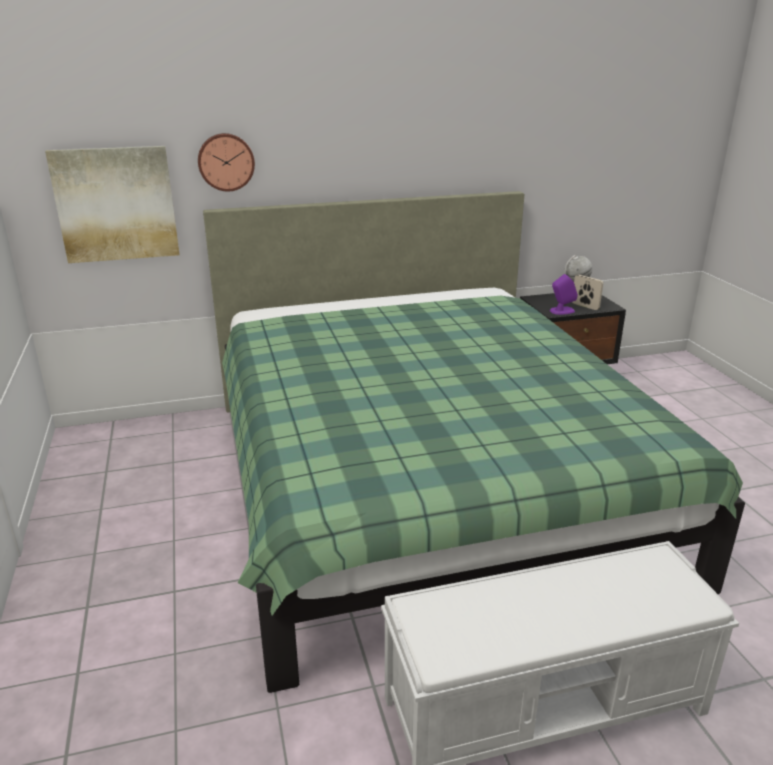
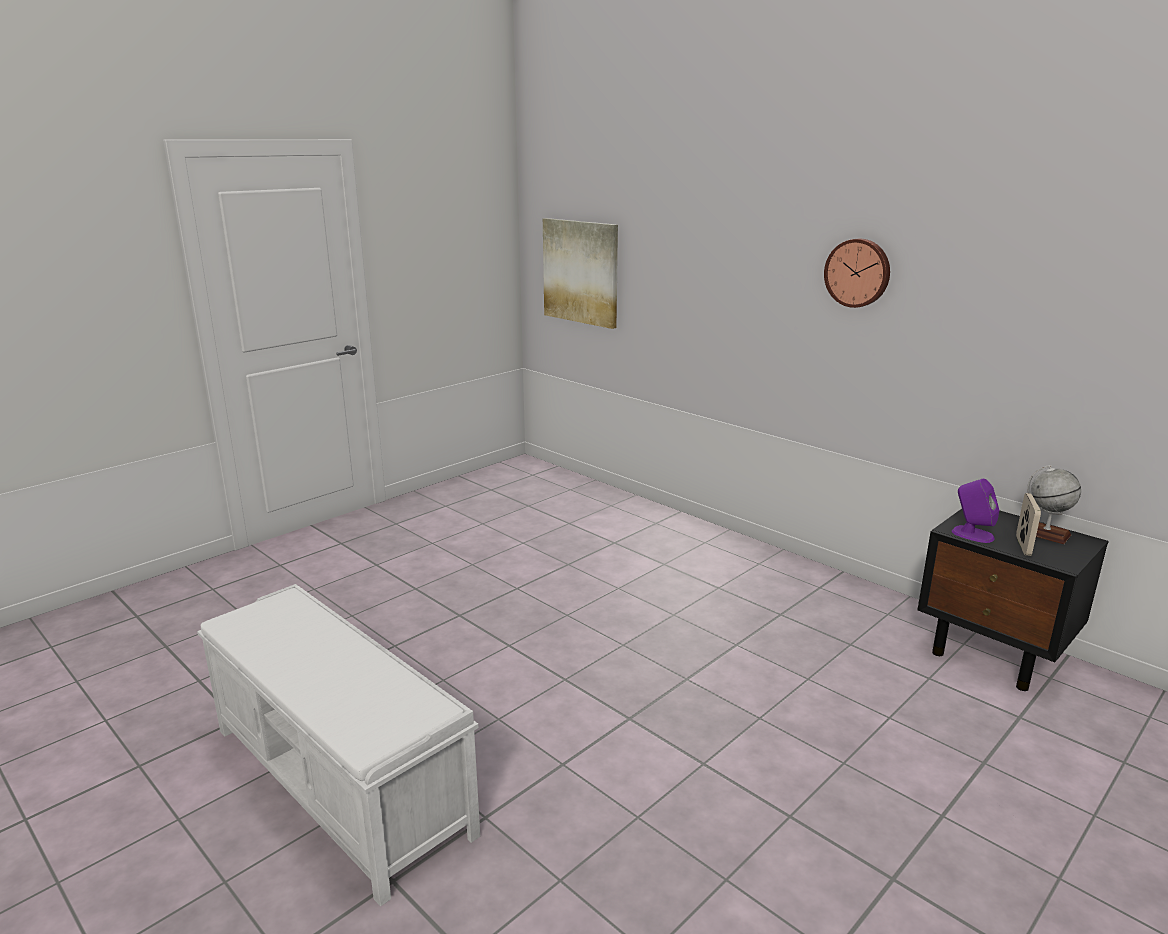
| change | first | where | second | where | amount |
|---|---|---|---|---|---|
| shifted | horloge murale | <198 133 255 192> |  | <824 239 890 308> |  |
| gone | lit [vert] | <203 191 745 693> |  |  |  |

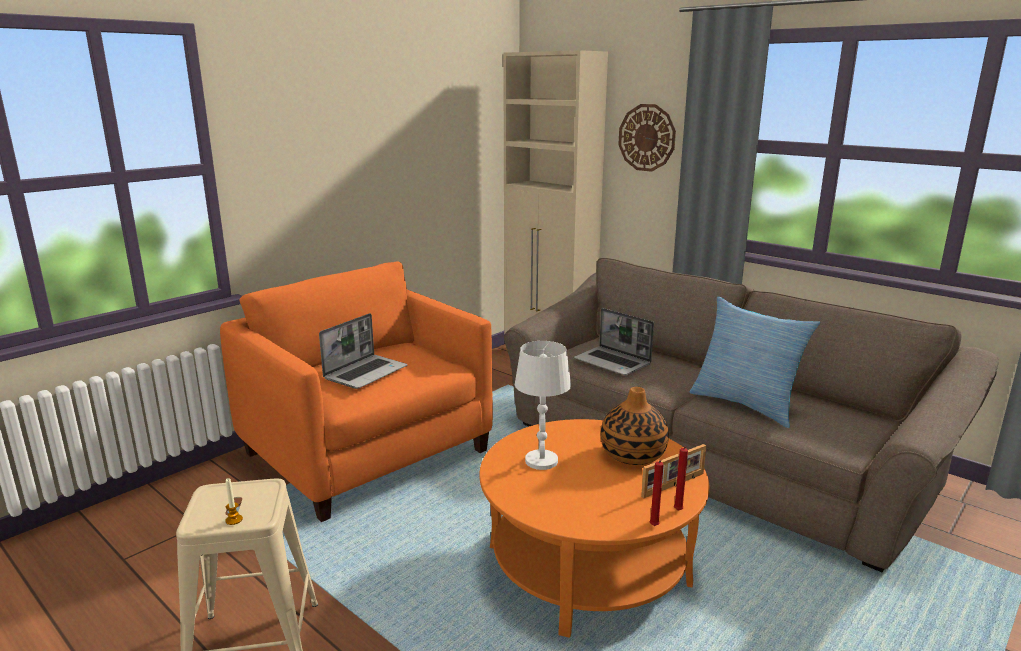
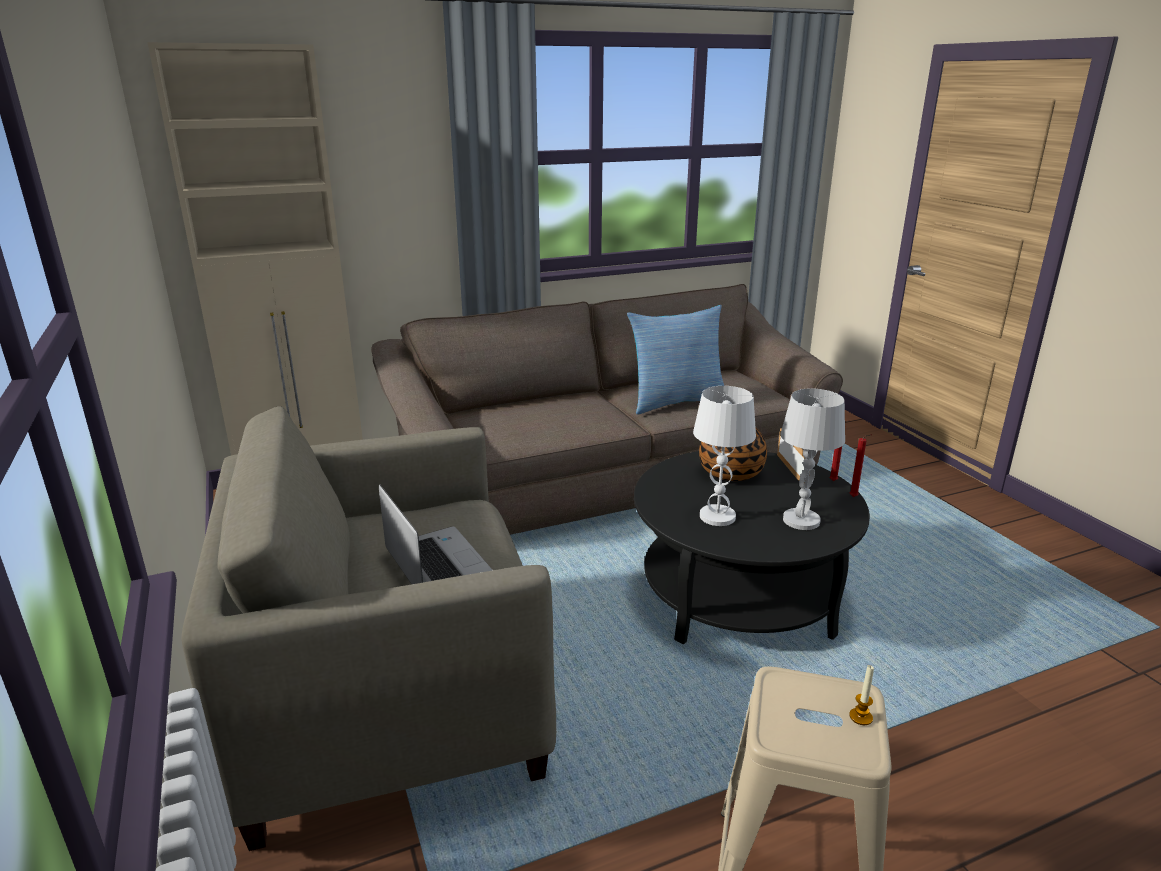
| change | first | where | second | where | amount |
|---|---|---|---|---|---|
| repainted | fauteuil [orange] | <220 262 493 522> | fauteuil [beige] | <181 406 556 851> |  |
| repainted | table basse [orange] | <479 419 709 638> | table basse [noir] | <634 451 870 644> |  |
| new |  |  | lampe de table [blanc] | <781 388 845 530> |  |
| gone | ordinateur portable | <574 308 654 375> |  |  |  |
| gone | horloge murale | <618 104 676 172> |  |  |  |

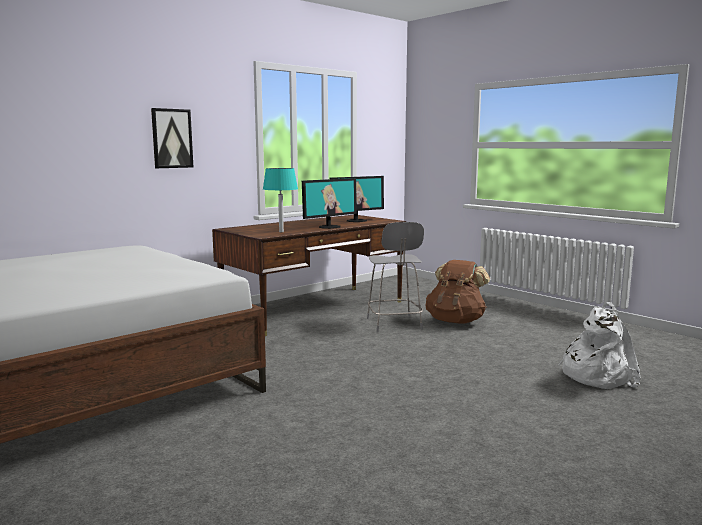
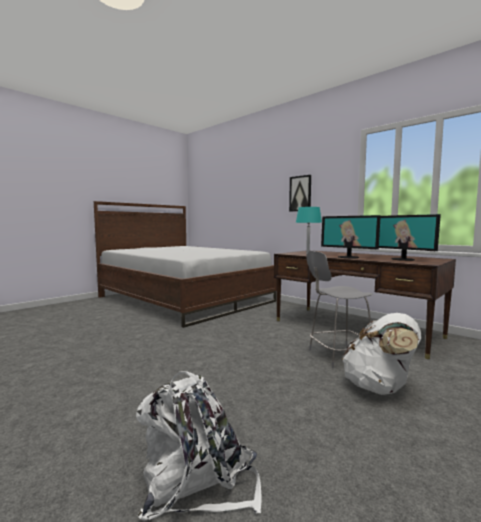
| change | first | where | second | where | amount |
|---|---|---|---|---|---|
| repainted | sac à dos [marron] | <426 260 490 324> | sac à dos [blanc] | <342 313 422 395> |  |

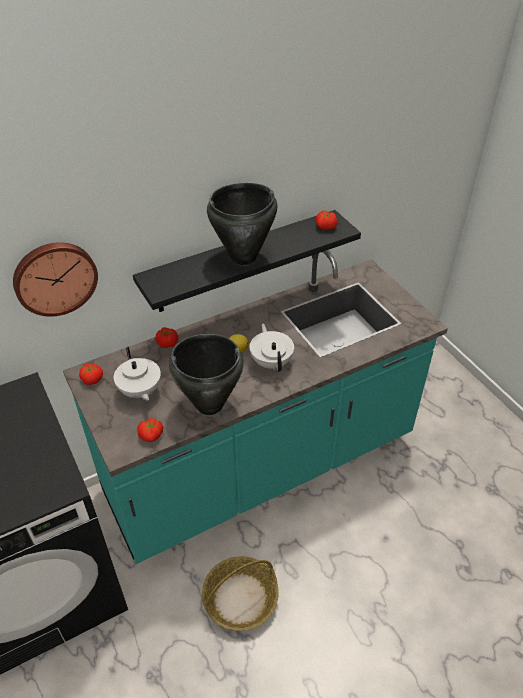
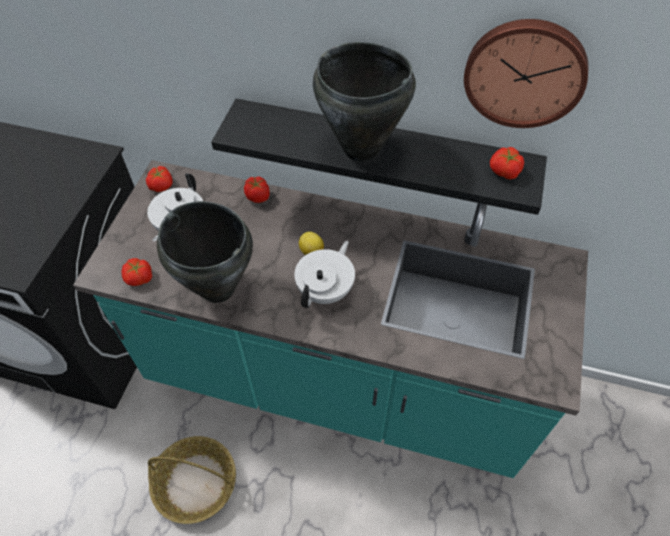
| change | first | where | second | where | amount |
|---|---|---|---|---|---|
| shifted | horloge murale | <13 242 98 317> |  | <464 19 588 128> |  |

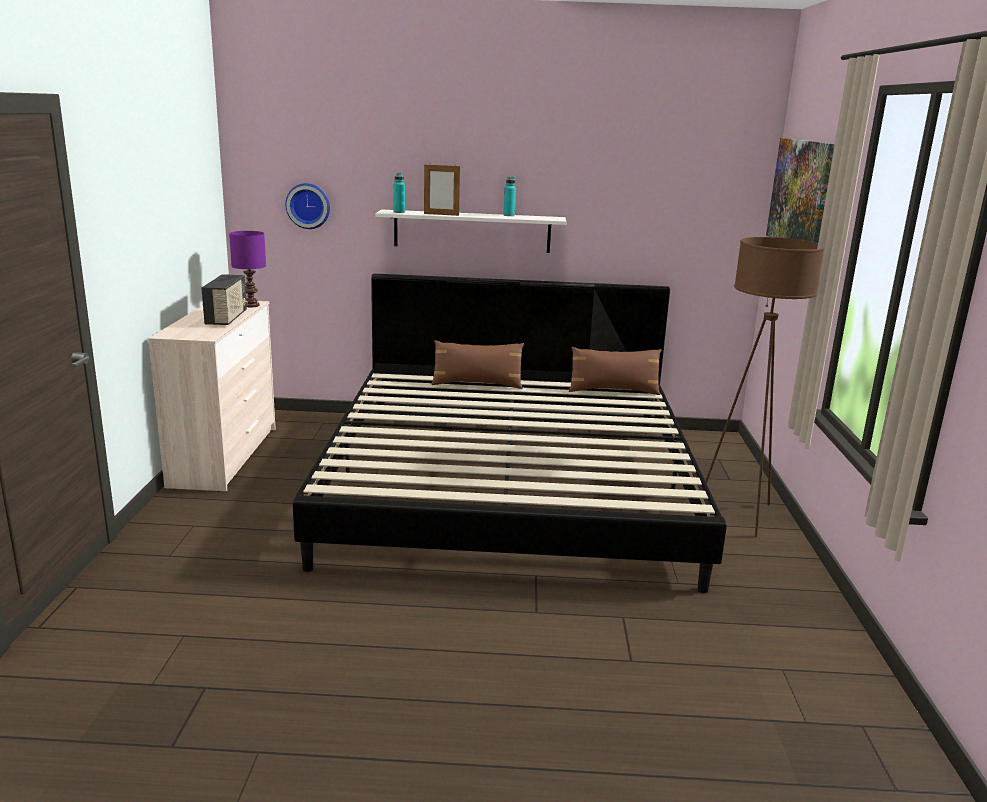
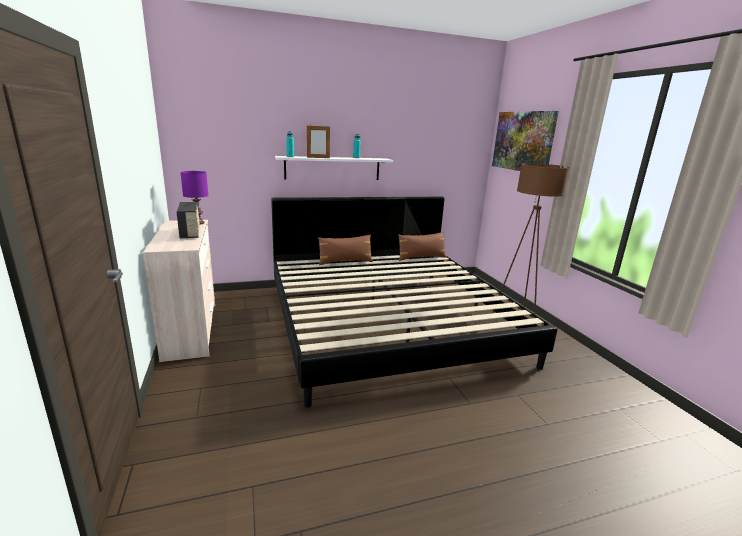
| change | first | where | second | where | amount |
|---|---|---|---|---|---|
| gone | horloge murale | <285 183 330 229> |  |  |  |

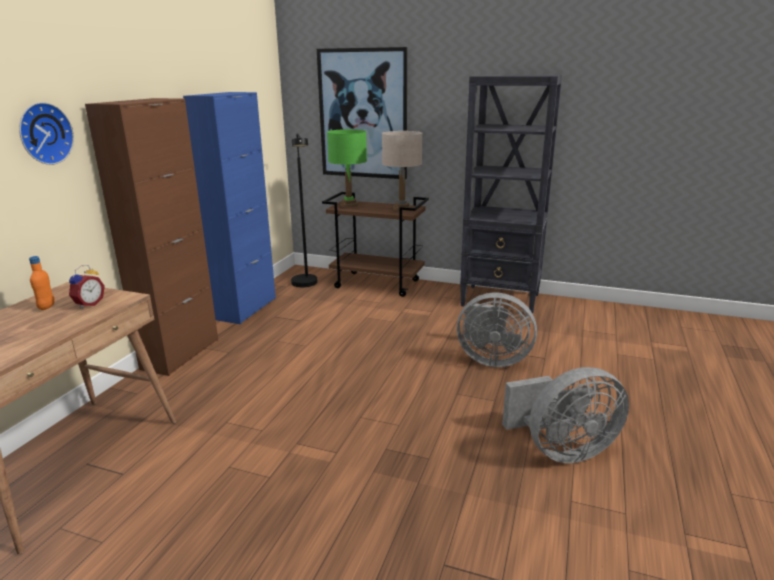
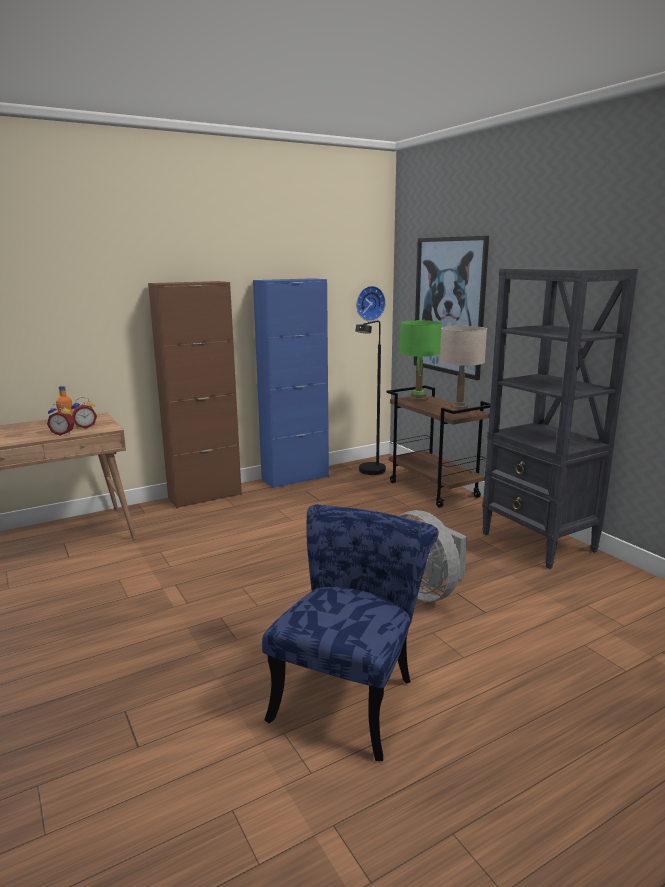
| change | first | where | second | where | amount |
|---|---|---|---|---|---|
| new |  |  | réveil | <47 403 75 436> |  |
| swapped | ventilateur [gris] | <502 367 629 463> | chaise [bleu] | <262 505 439 761> |  |
| shifted | horloge murale | <19 102 74 165> |  | <356 286 386 321> |  |

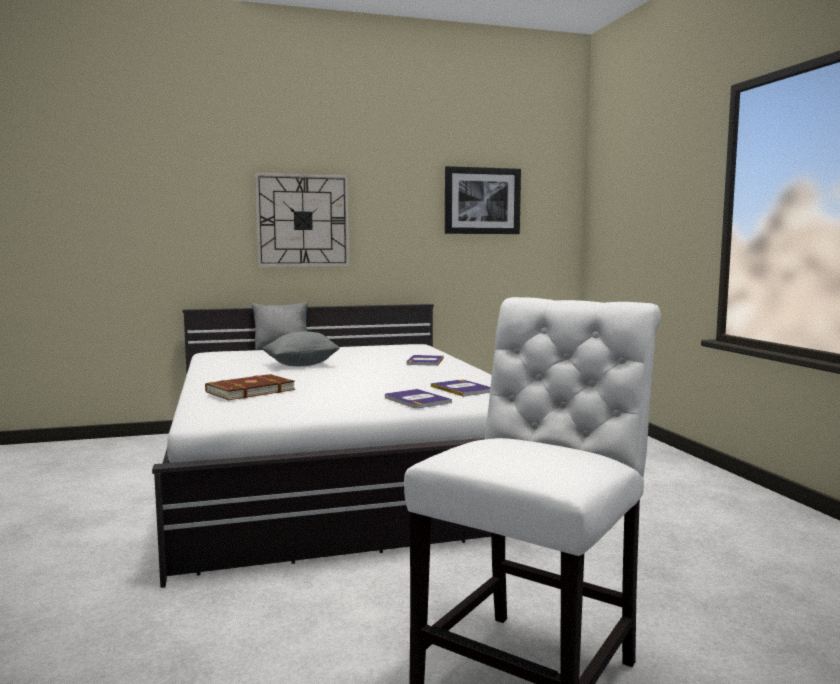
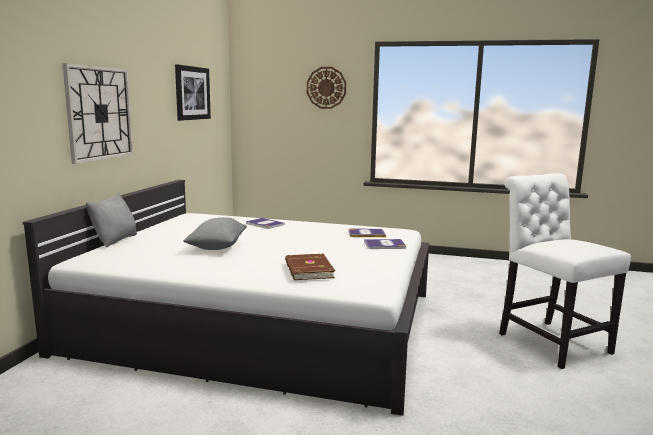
| change | first | where | second | where | amount |
|---|---|---|---|---|---|
| new |  |  | horloge murale | <307 67 346 109> |  |

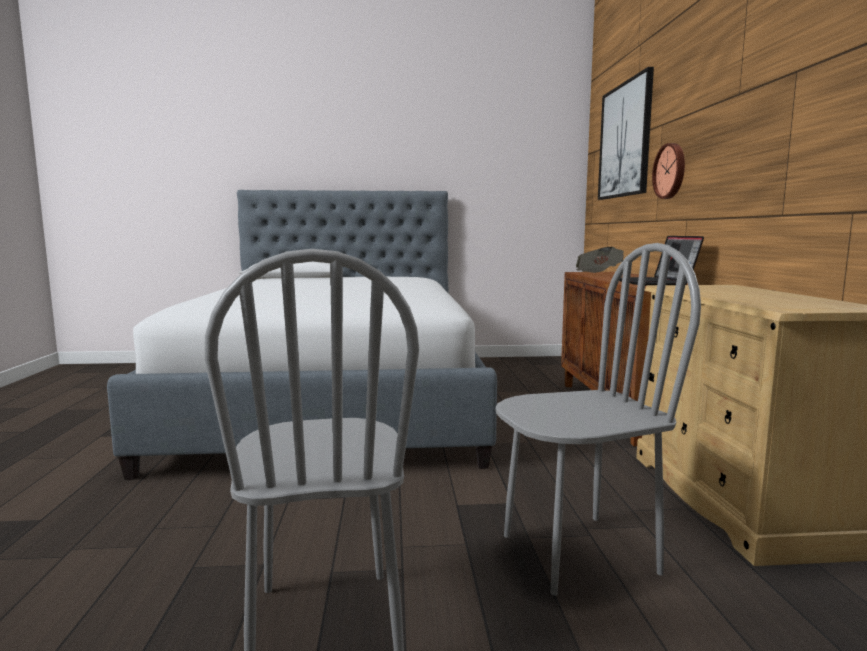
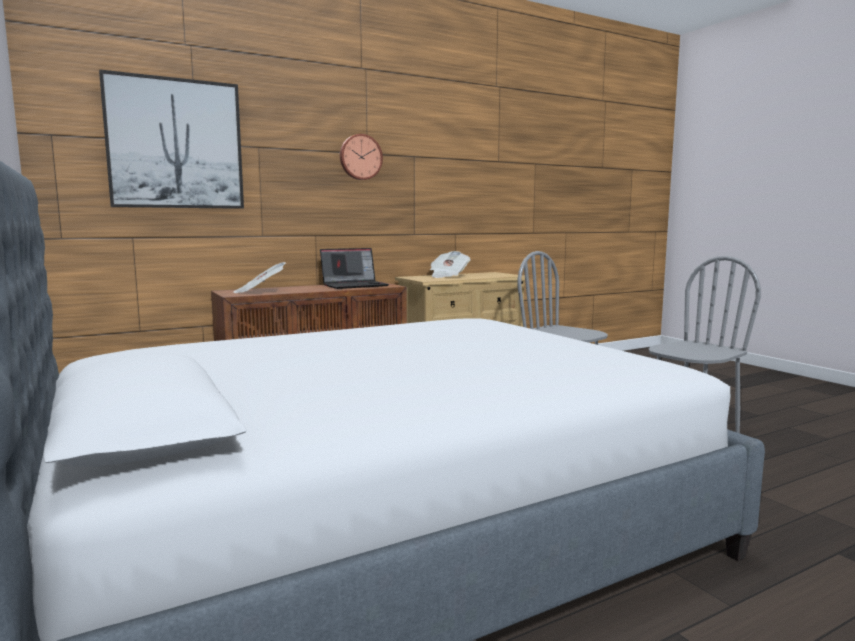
| change | first | where | second | where | amount |
|---|---|---|---|---|---|
| shifted | horloge murale | <652 143 685 199> |  | <340 134 383 180> |  |
| new |  |  | journal | <430 251 470 278> |  |

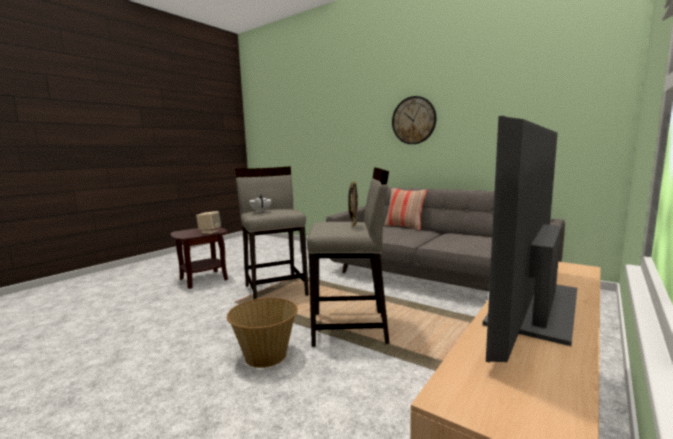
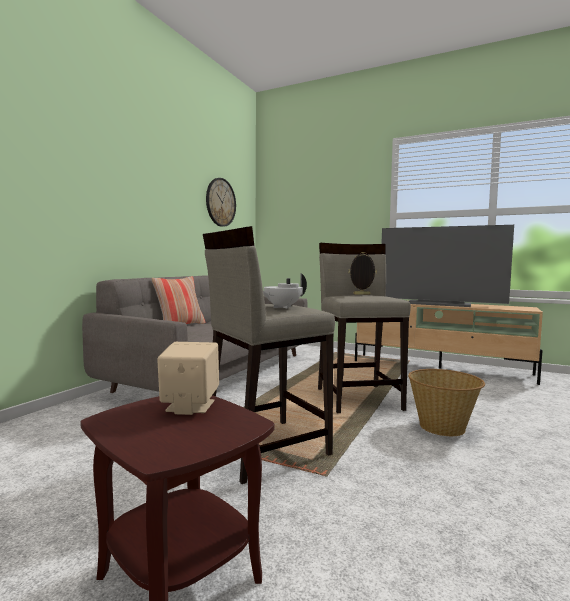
| change | first | where | second | where | amount |
|---|---|---|---|---|---|
| shifted | horloge murale | <392 96 436 144> |  | <206 178 236 227> |  |

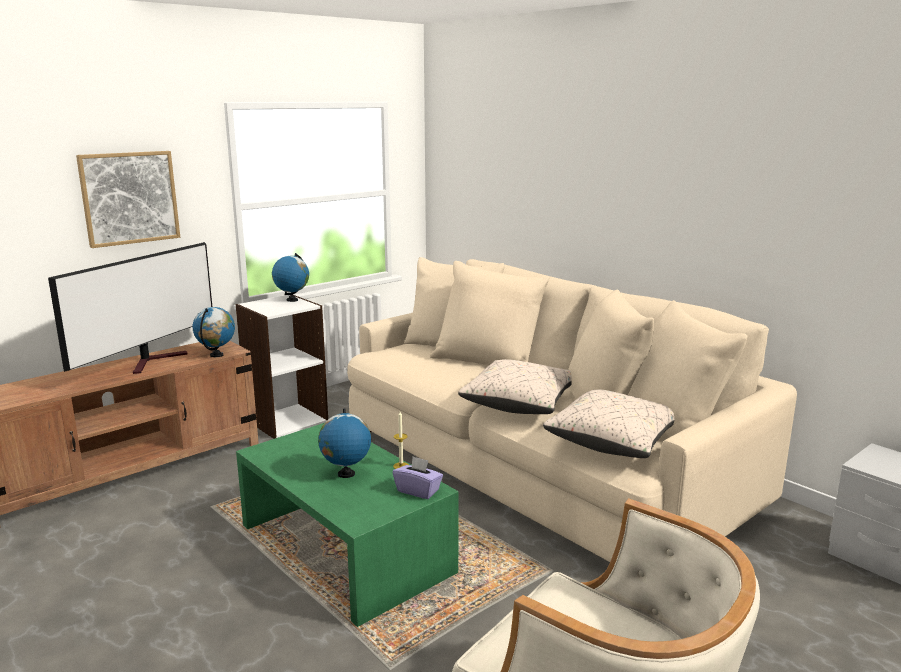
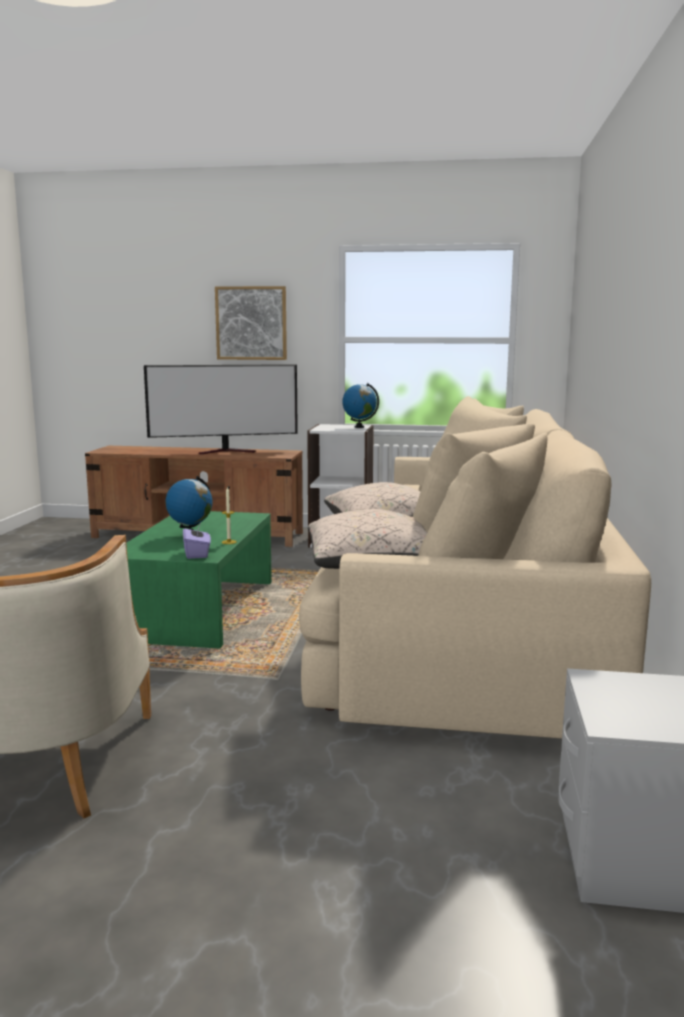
| change | first | where | second | where | amount |
|---|---|---|---|---|---|
| gone | globe | <193 307 235 357> |  |  |  |

